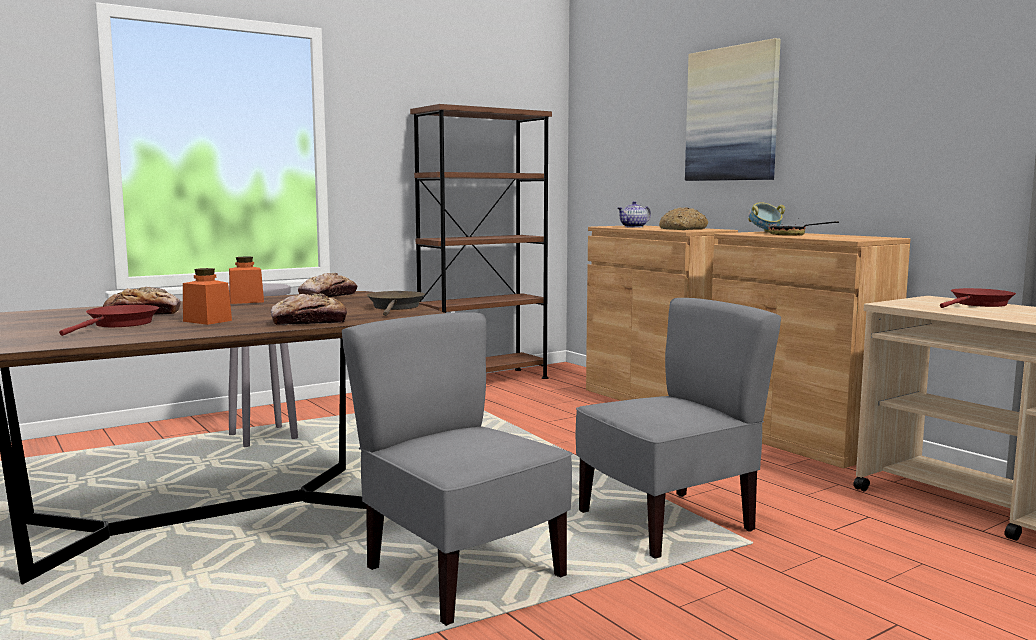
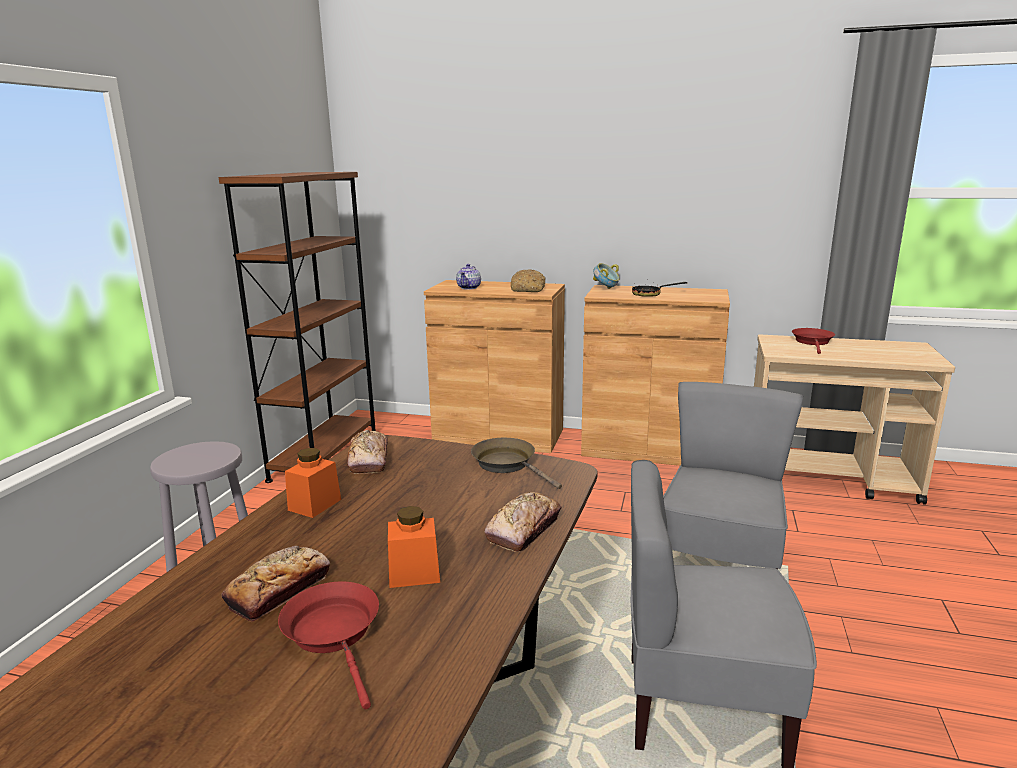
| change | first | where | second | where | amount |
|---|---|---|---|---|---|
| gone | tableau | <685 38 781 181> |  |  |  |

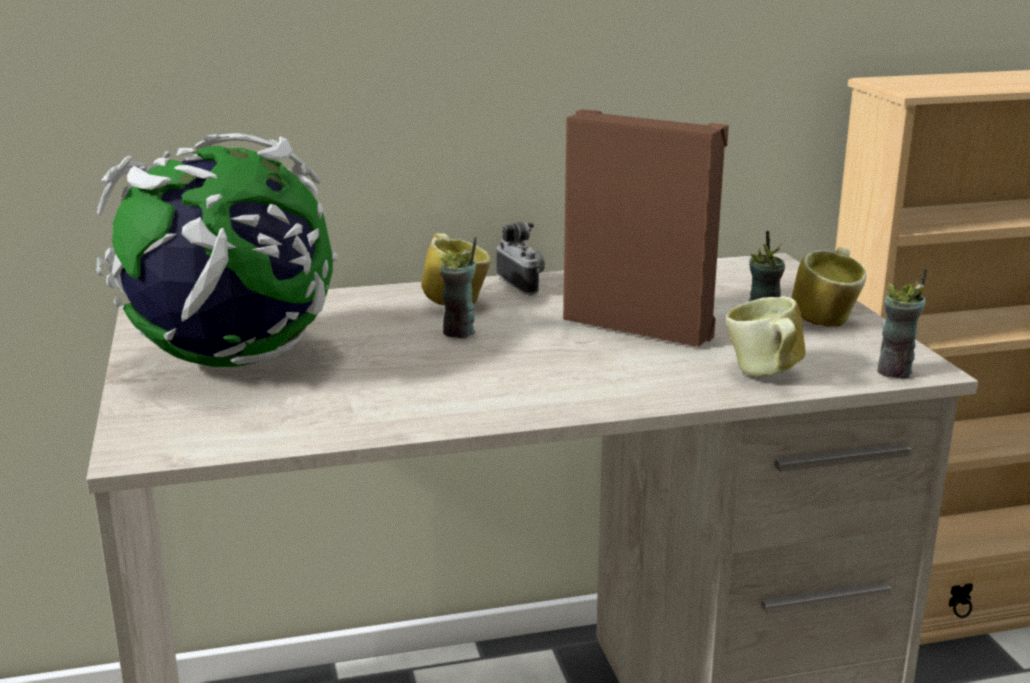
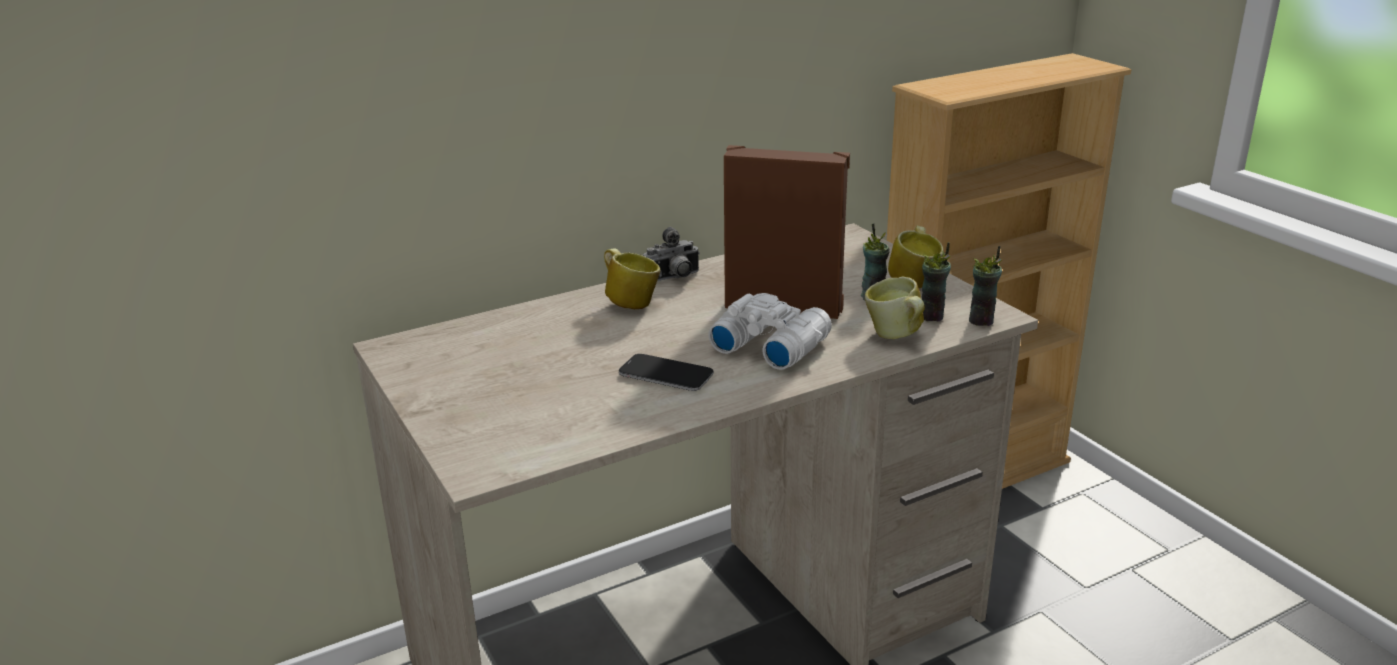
| change | first | where | second | where | amount |
|---|---|---|---|---|---|
| new |  |  | téléphone | <619 354 714 391> |  |
| rotated | appareil photo | <496 222 545 295> |  | <643 226 700 281> | 105 degrees clockwise |
| new |  |  | jumelles [blanc] | <708 293 832 370> |  |
| shifted | tasse | <440 237 477 339> |  | <921 242 951 321> |  |
| gone | globe | <96 133 338 368> |  |  |  |

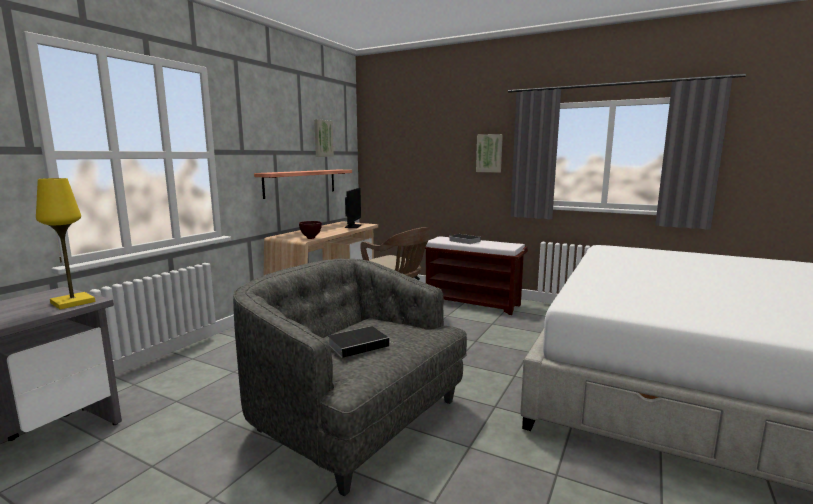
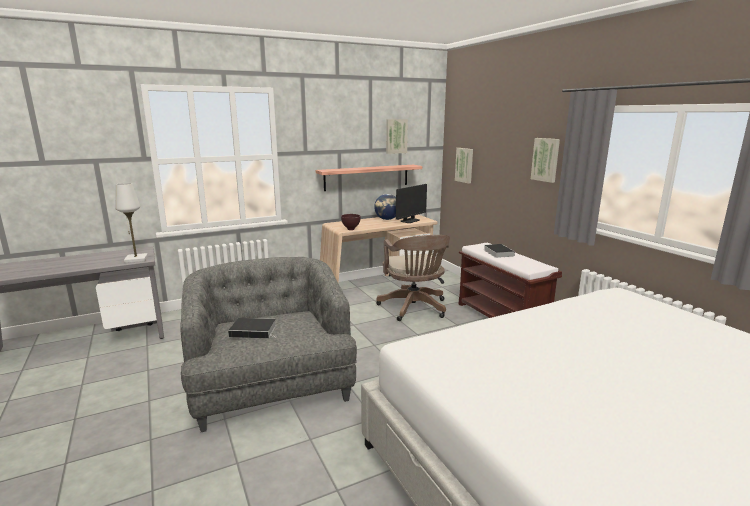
| change | first | where | second | where | amount |
|---|---|---|---|---|---|
| repainted | lampe de table [jaune] | <36 178 95 309> | lampe de table [blanc] | <115 183 148 263> |  |
| new |  |  | globe | <374 194 396 220> |  |
| new |  |  | tableau | <455 148 473 184> |  |

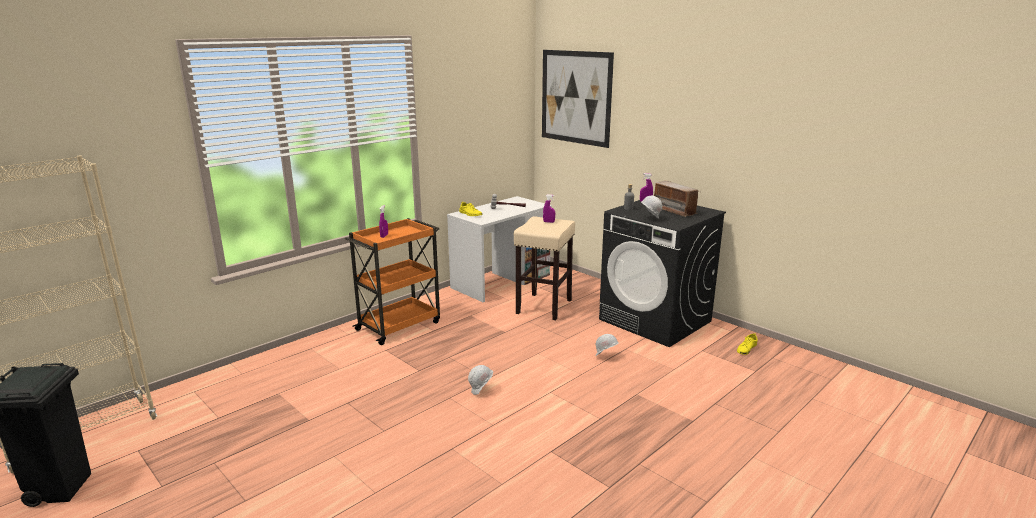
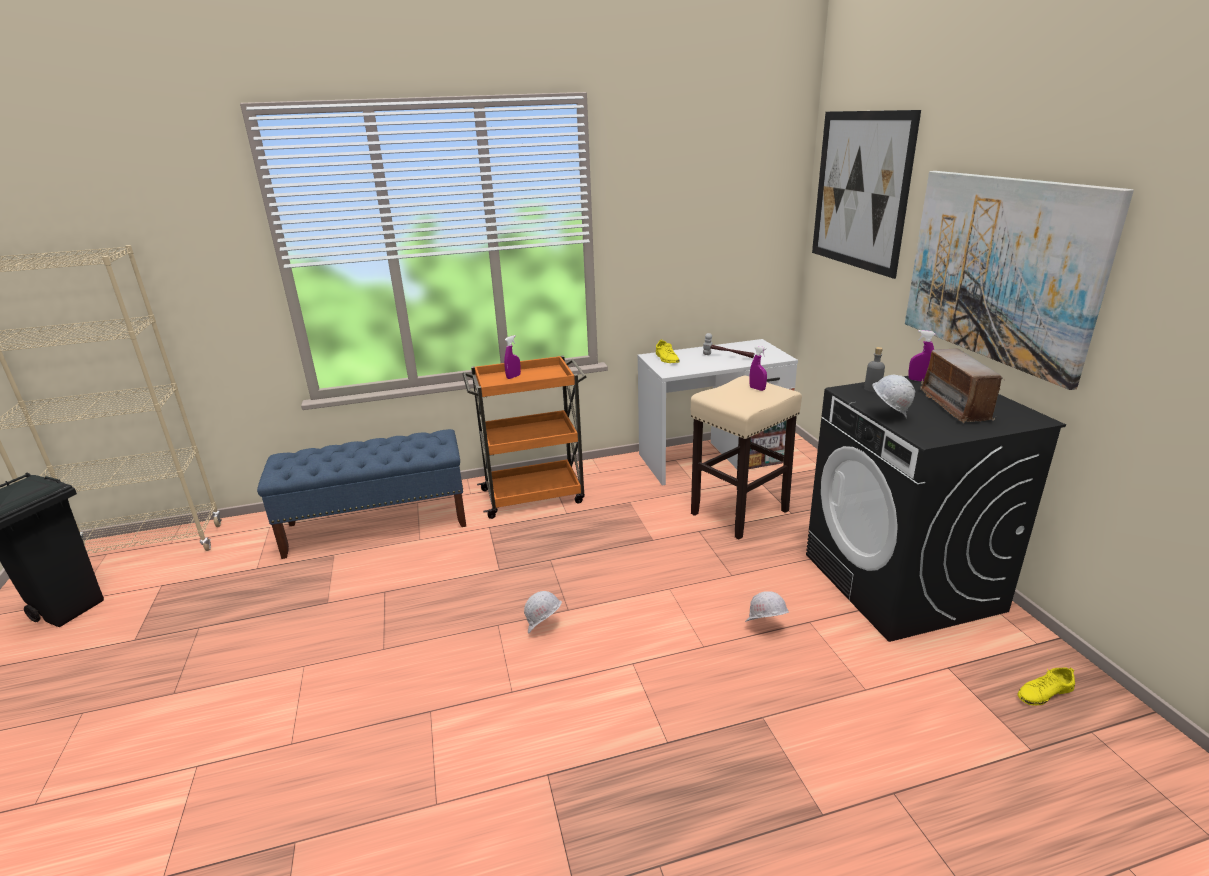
| change | first | where | second | where | amount |
|---|---|---|---|---|---|
| new |  |  | banc [bleu] | <257 429 467 559> |  |
| new |  |  | tableau | <905 171 1134 390> |  |

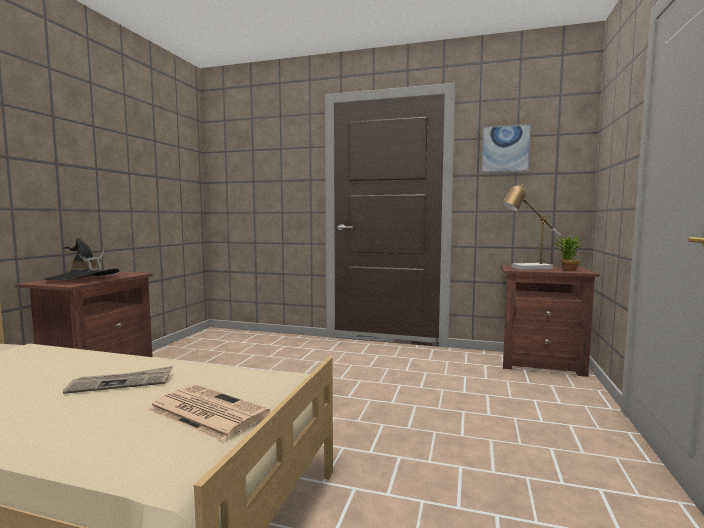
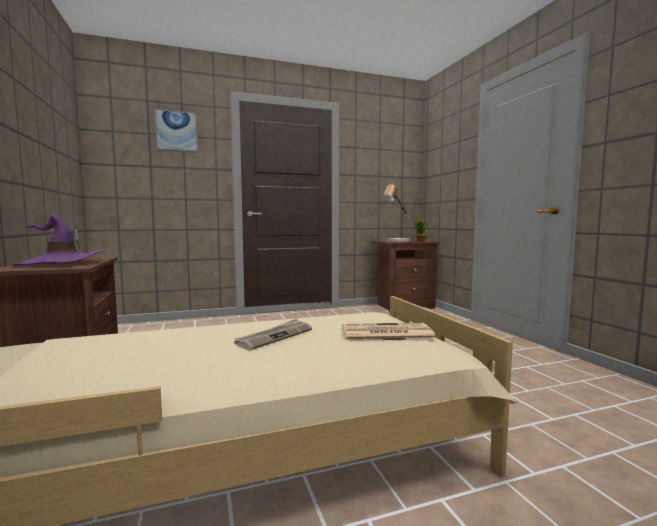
| change | first | where | second | where | amount |
|---|---|---|---|---|---|
| repainted | chapeau [noir] | <44 238 120 280> | chapeau [violet] | <12 214 104 266> |  |
| shifted | tableau | <481 124 531 173> |  | <154 109 198 152> |  |

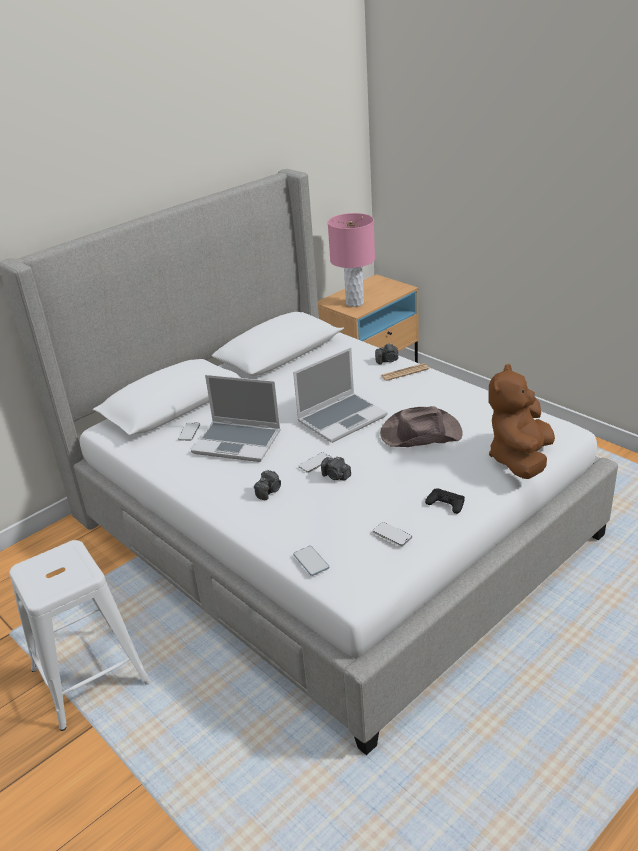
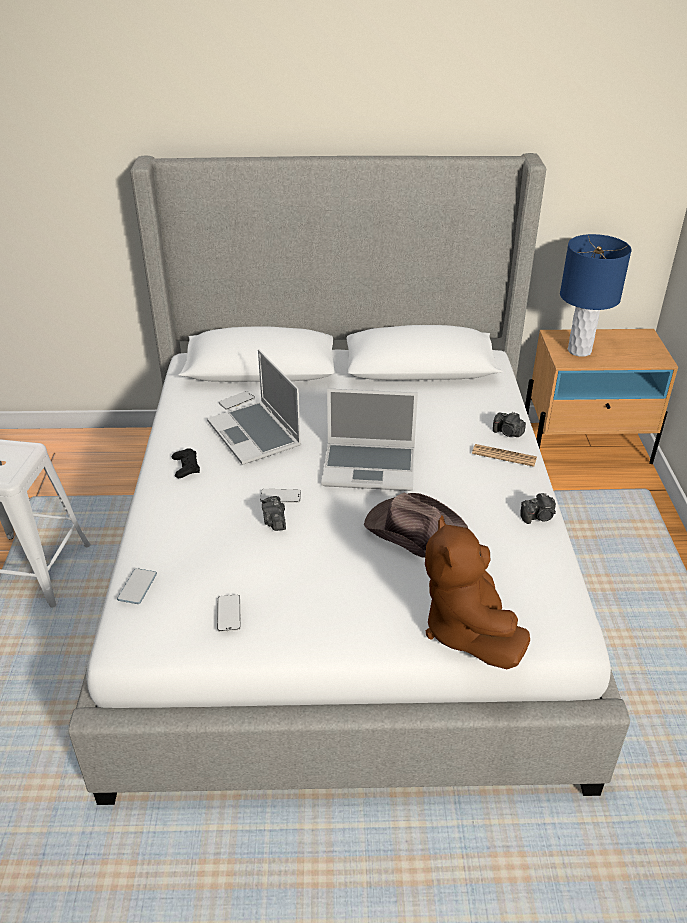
| change | first | where | second | where | amount |
|---|---|---|---|---|---|
| shifted | manette [noir] | <425 488 465 514> |  | <172 448 200 478> |  |
| rotated | peluche [marron] | <489 364 555 479> |  | <425 515 530 669> | 75 degrees counterclockwise |
| shifted | appareil photo | <254 470 281 500> |  | <520 493 556 524> |  |
| repainted | lampe de table [rose] | <328 213 375 307> | lampe de table [bleu] | <560 234 632 357> |  |

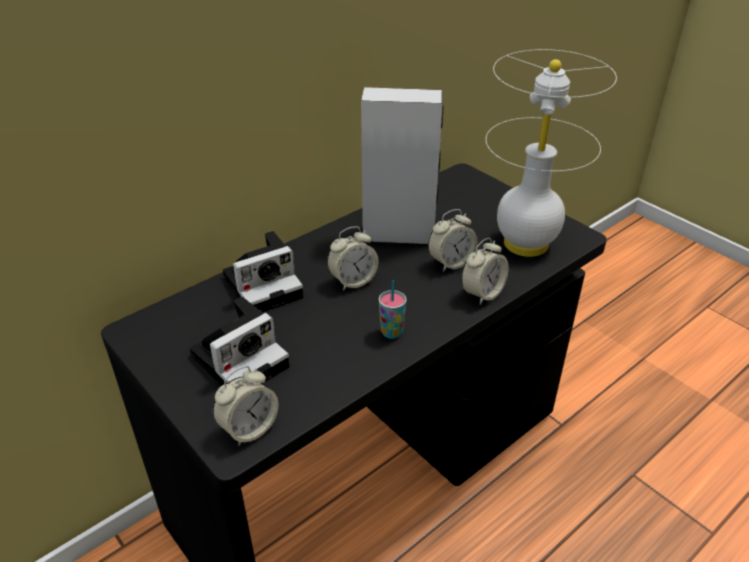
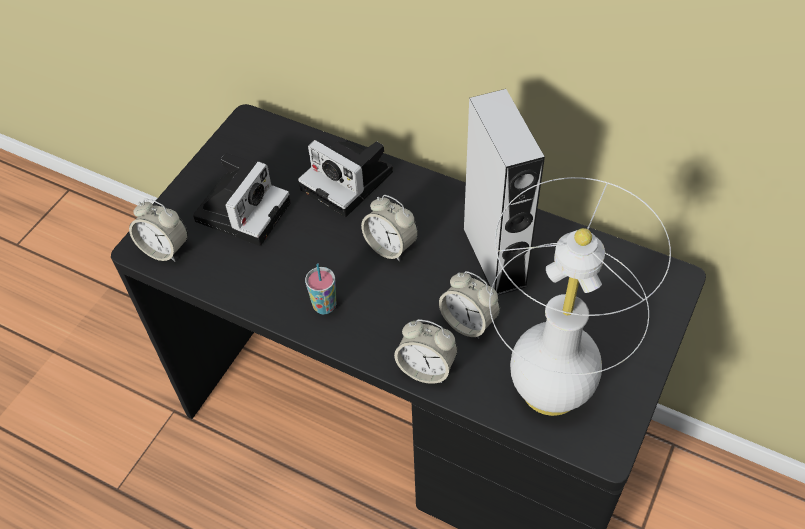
| change | first | where | second | where | amount |
|---|---|---|---|---|---|
| rotated | appareil photo | <190 297 290 386> |  | <193 153 291 246> | 90 degrees counterclockwise |

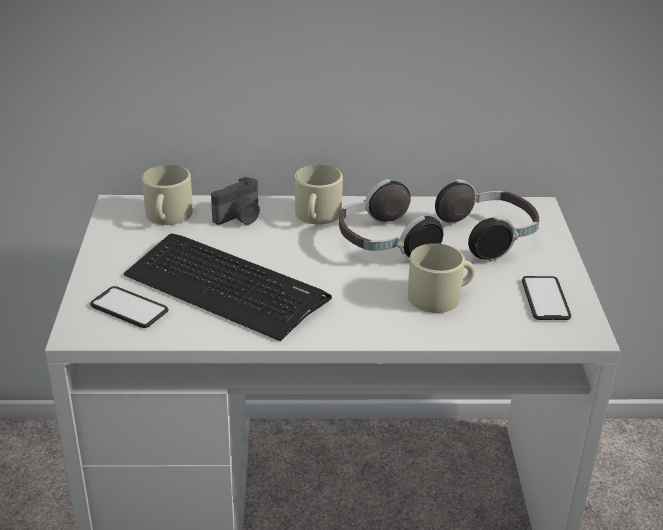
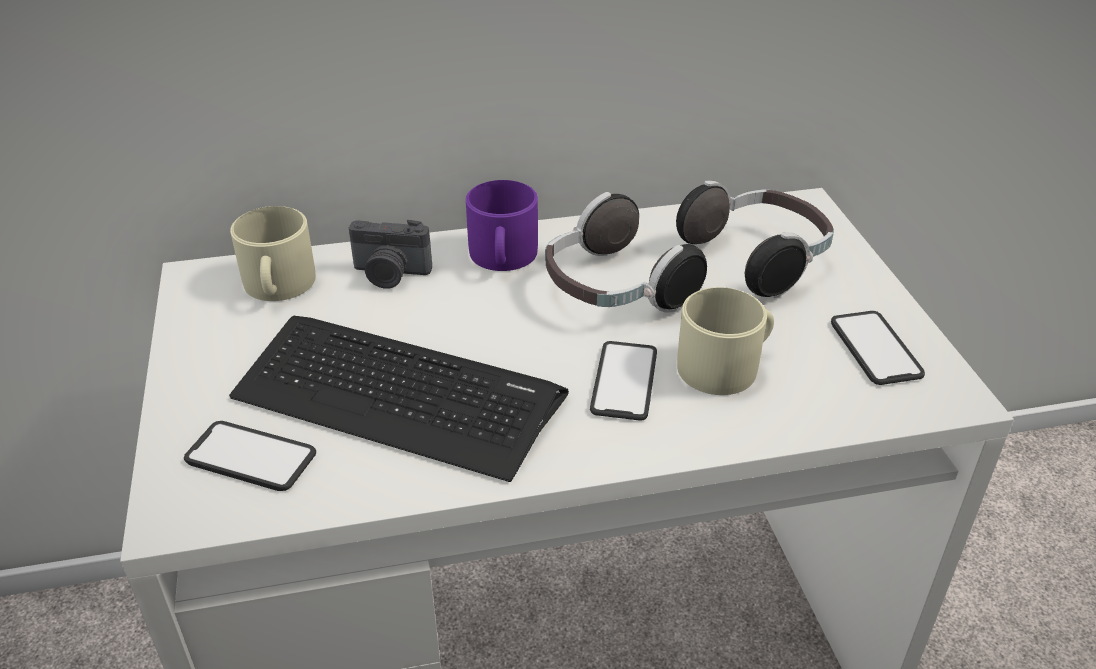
| change | first | where | second | where | amount |
|---|---|---|---|---|---|
| rotated | appareil photo | <211 177 260 225> |  | <349 220 432 289> | 60 degrees clockwise |
| repainted | mug [beige] | <295 164 343 225> | mug [violet] | <466 180 538 271> |  |
| new |  |  | téléphone | <590 341 657 421> |  |

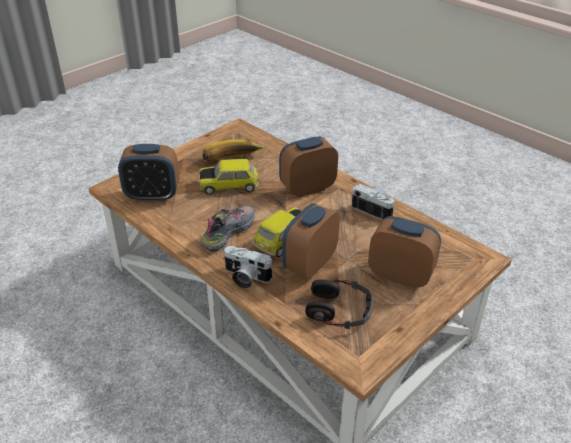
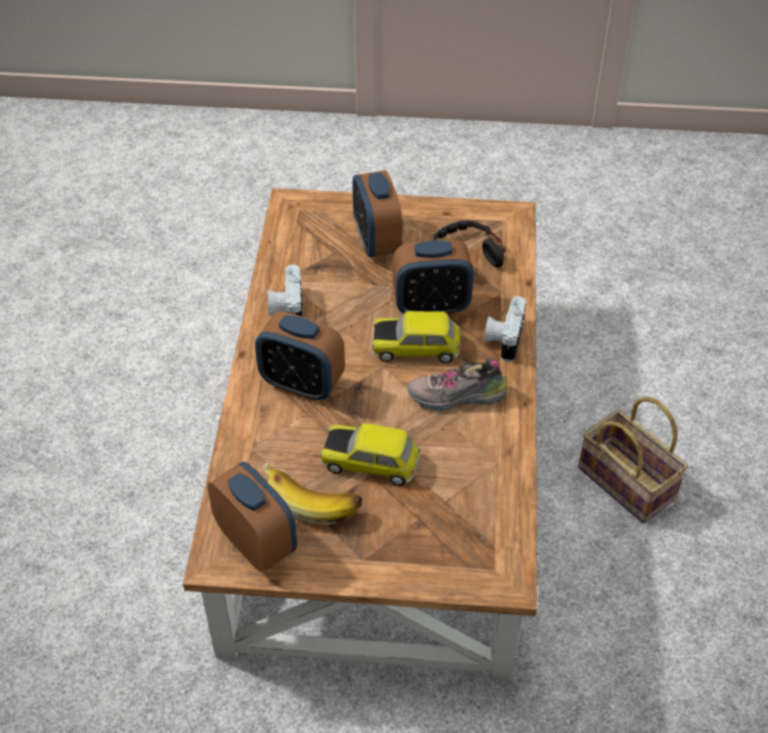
| change | first | where | second | where | amount |
|---|---|---|---|---|---|
| shifted | réveil | <118 144 179 202> |  | <207 462 297 572> |  |
| rotated | petite voiture | <199 159 259 195> |  | <320 422 420 486> | 150 degrees clockwise |
| rotated | appareil photo | <224 246 273 289> |  | <484 296 526 362> | 150 degrees counterclockwise |
| new |  |  | panier | <578 397 688 524> |  |

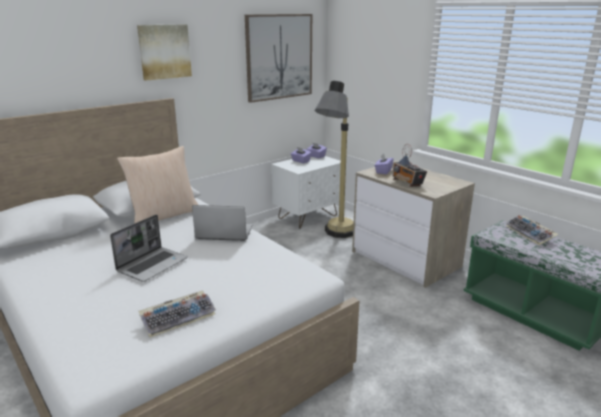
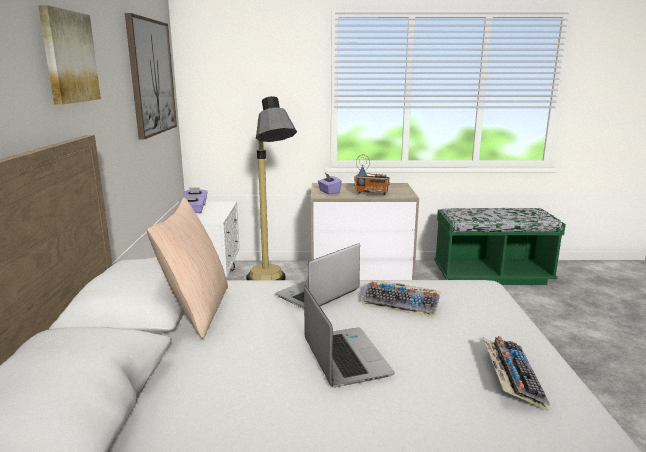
| change | first | where | second | where | amount |
|---|---|---|---|---|---|
| shifted | clavier | <506 215 559 246> |  | <361 280 441 317> |  |

